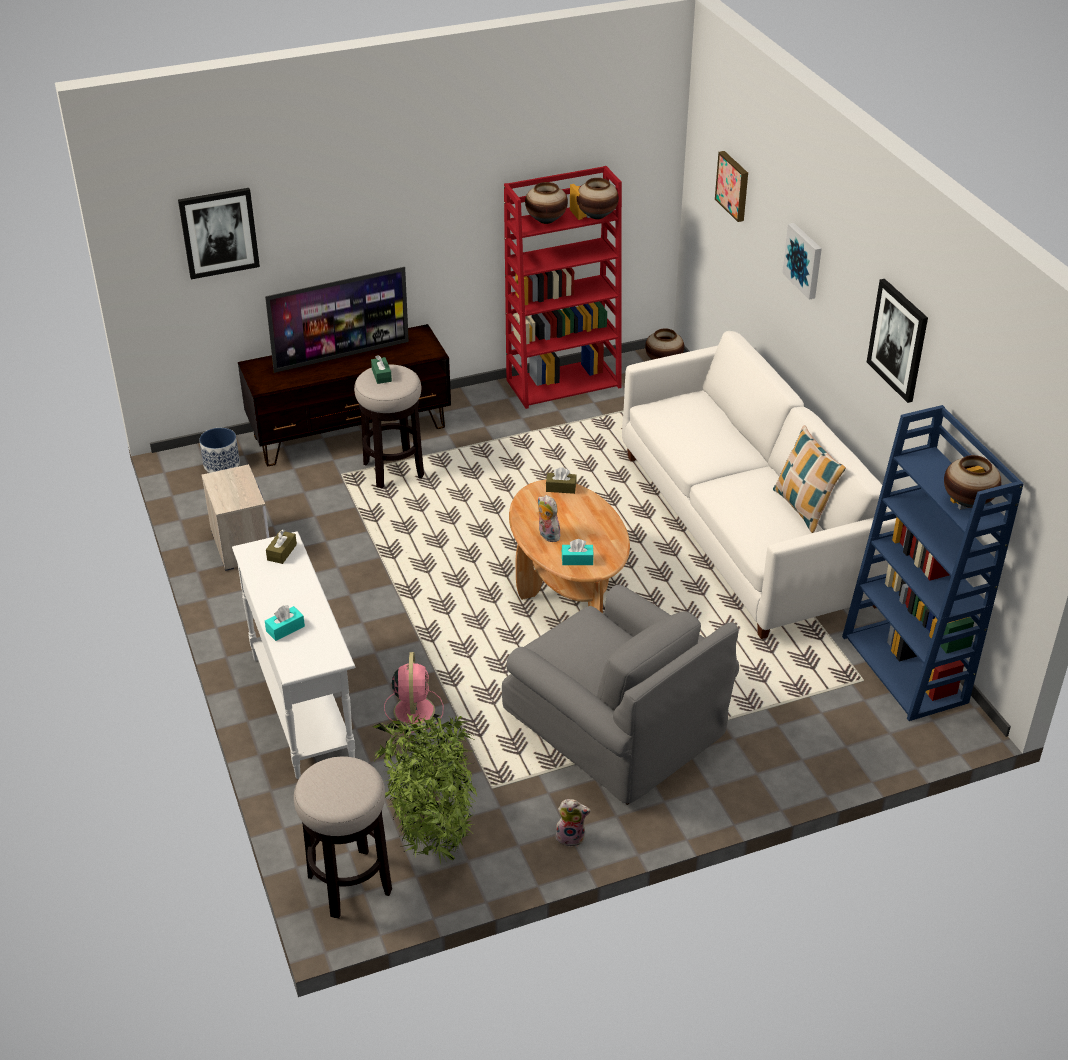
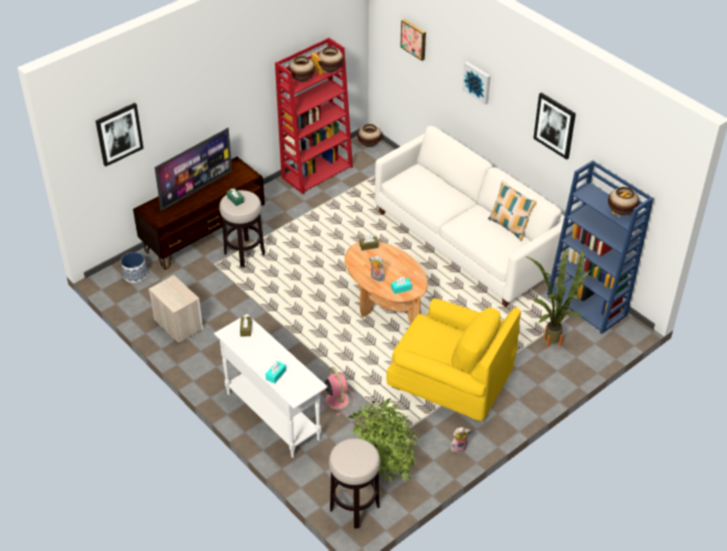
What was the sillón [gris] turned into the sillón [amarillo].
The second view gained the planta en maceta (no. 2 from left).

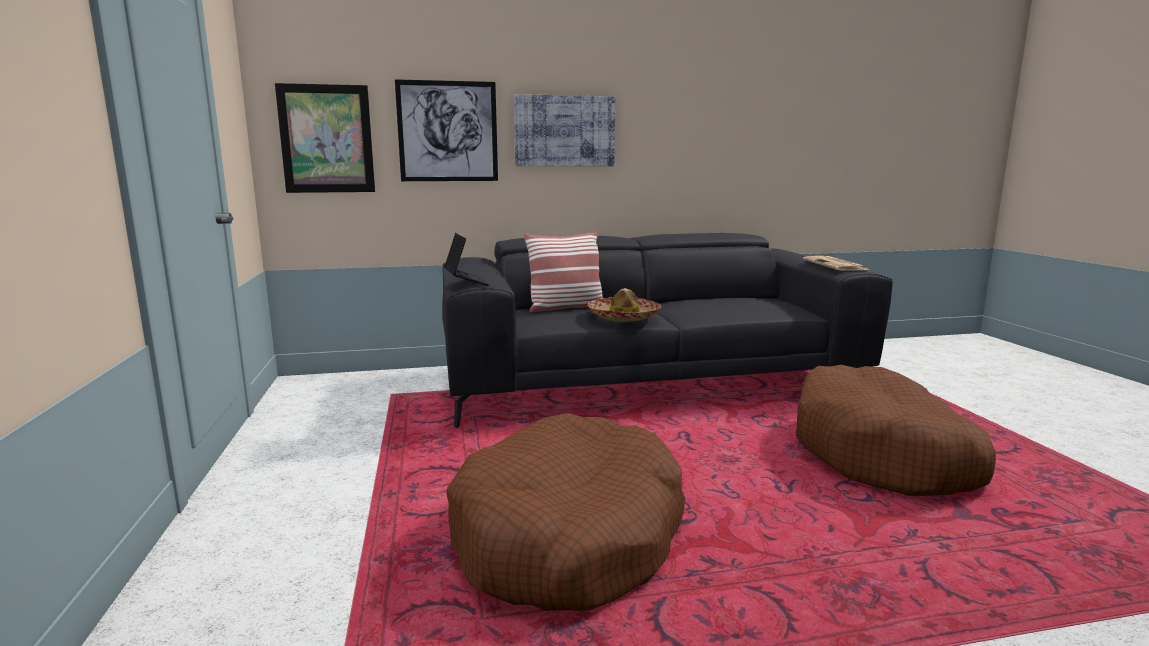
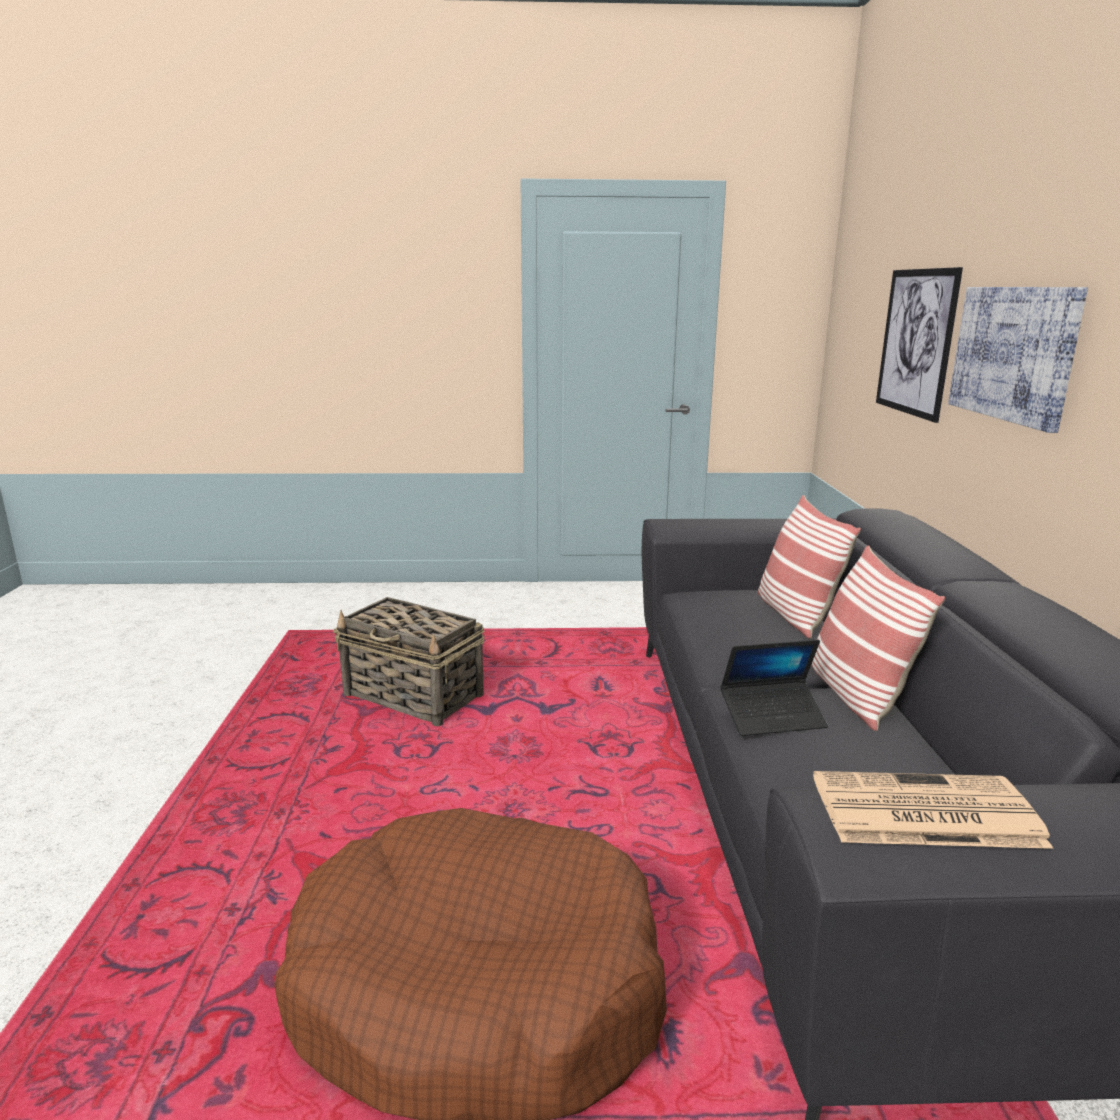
Where the cama para perro [marrón] (no. 1 from left) stood, the cesta came to stand.
The portátil ended up elsewhere.
The second view gained the cojín (no. 2 from left).
The second view lost the cuadro (no. 1 from left).
The second view lost the sombrero.

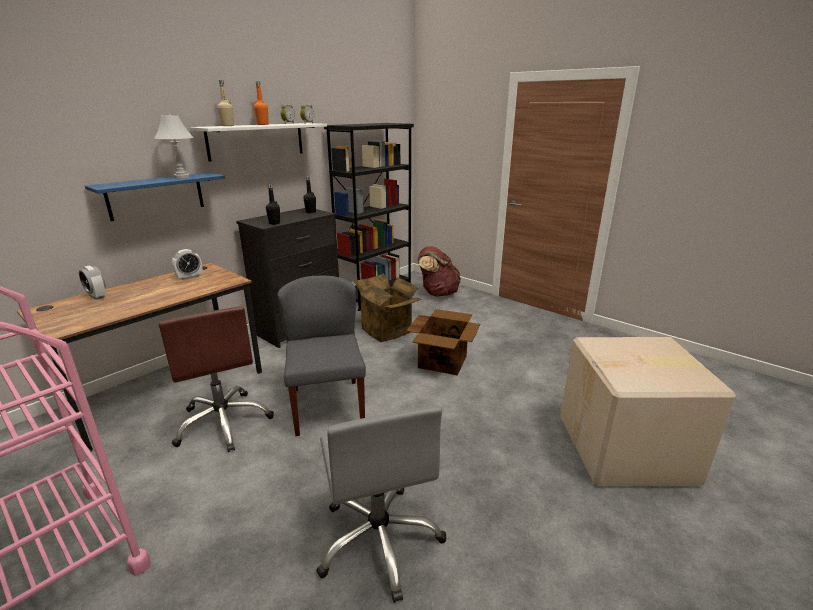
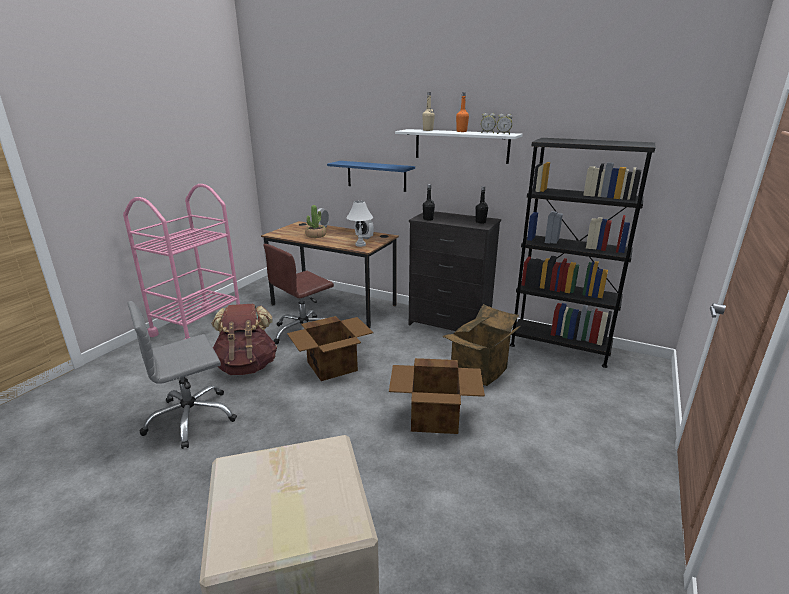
The mochila [marrón] ended up elsewhere.
Where the silla [gris] stood, the caja de cartón (no. 2 from left) came to stand.
The second view gained the planta en maceta.
The lámpara de mesa [blanco] ended up elsewhere.

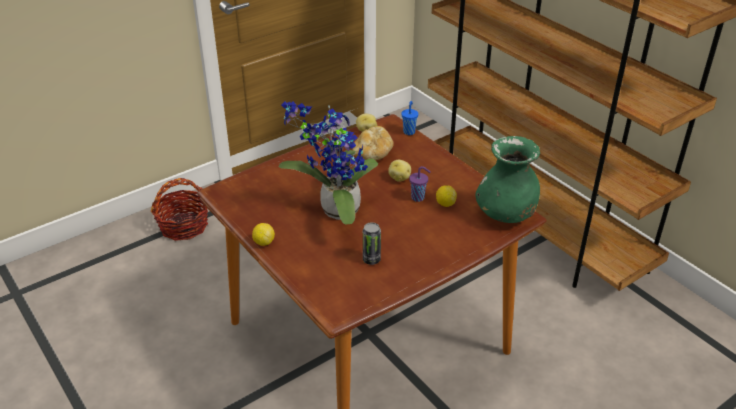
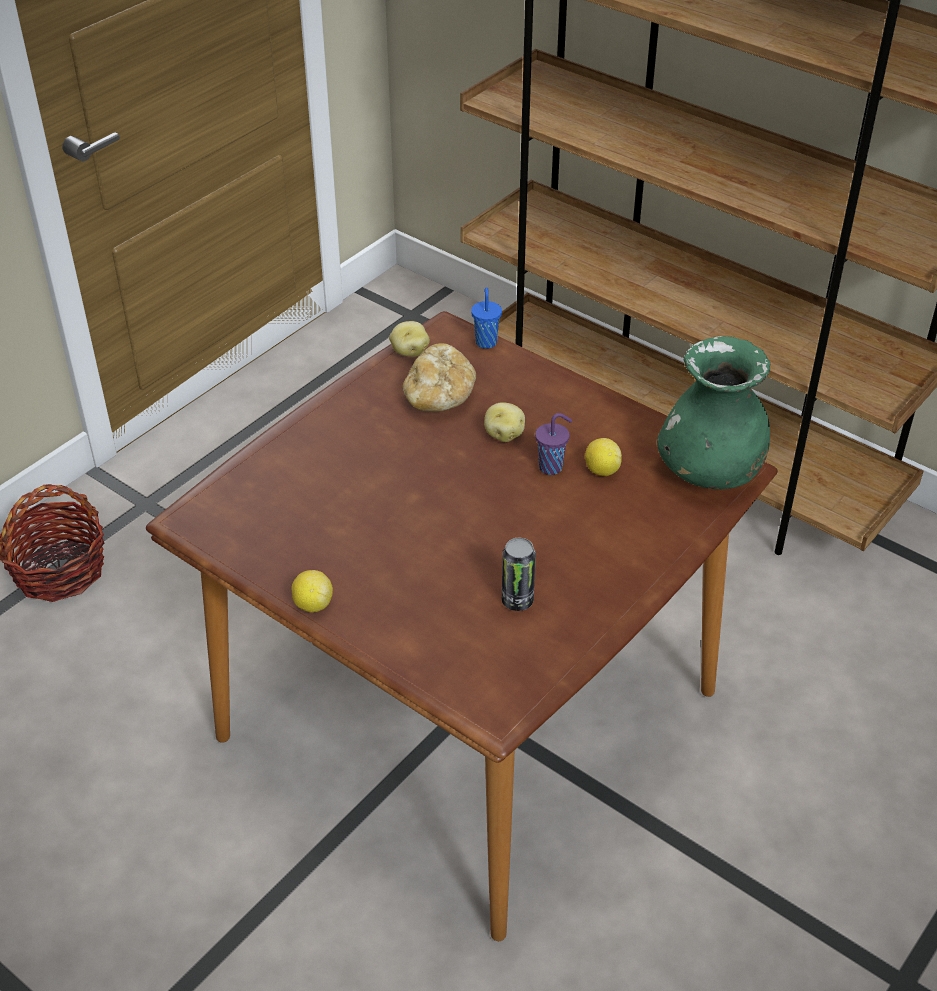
The second view lost the planta en maceta.

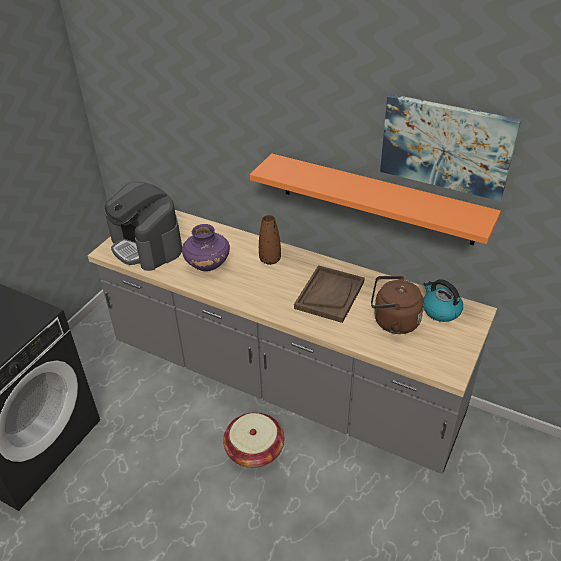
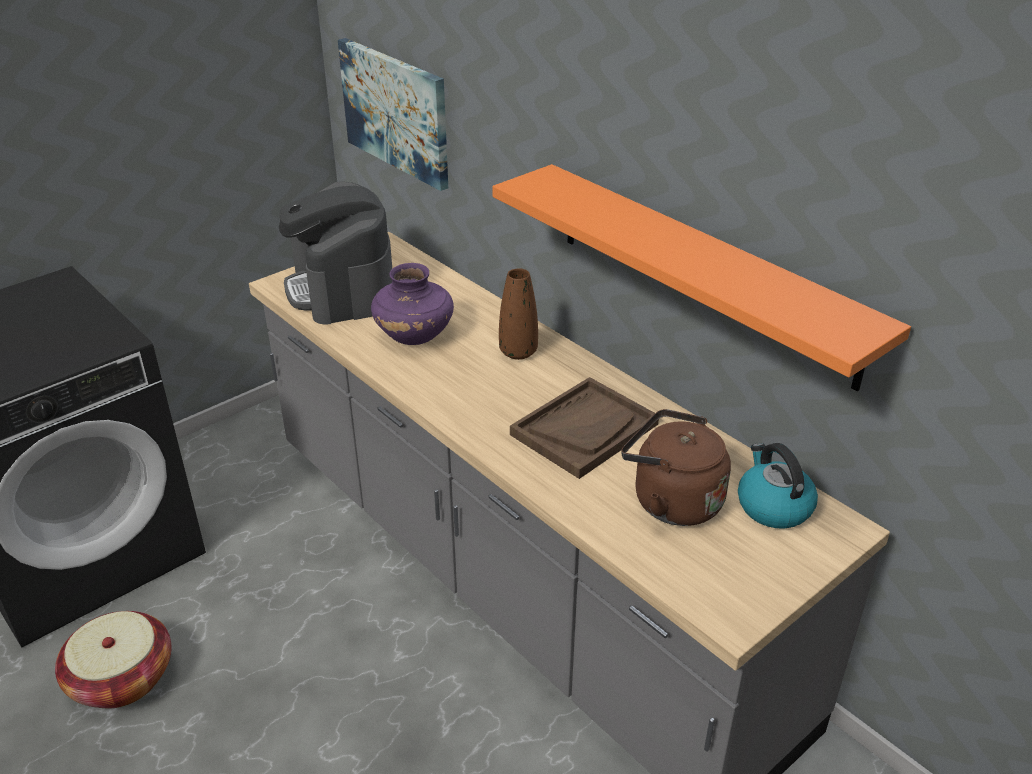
The cesta ended up elsewhere.
The cuadro ended up elsewhere.

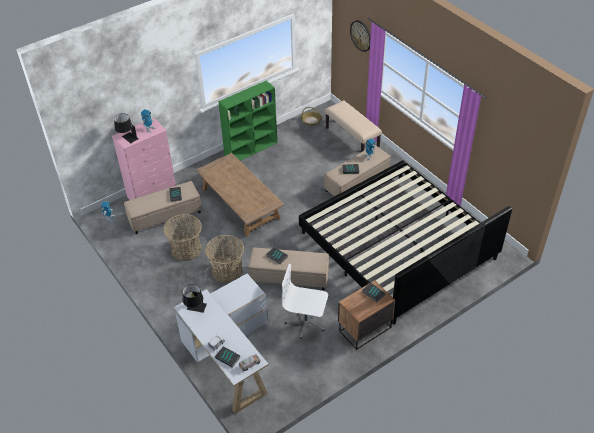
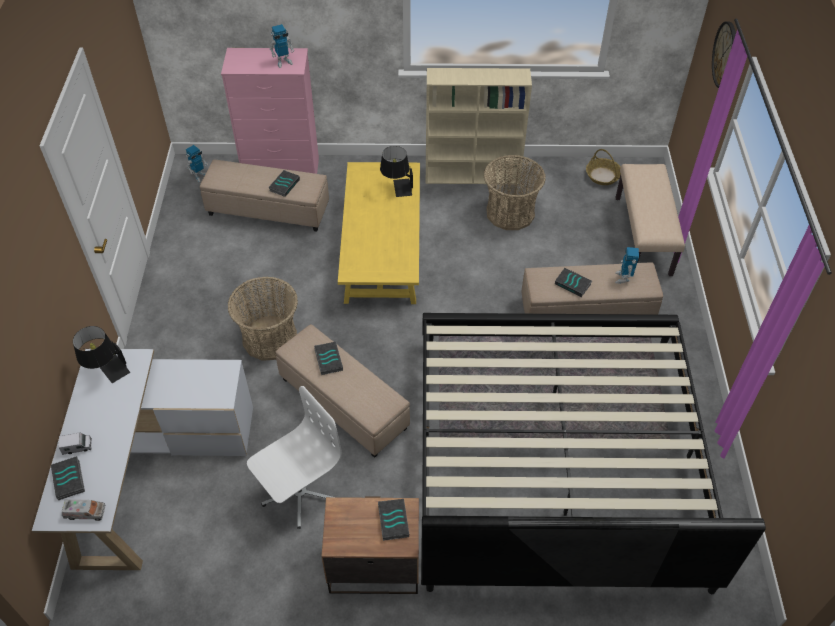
The silla de oficina [blanco] ended up facing another way, 90 degrees clockwise from before.
What was the mesa de centro [marrón] turned into the mesa de centro [amarillo].
The lámpara de mesa [negro] (no. 1 from left in the first image) ended up elsewhere.
What was the estantería [verde] turned into the estantería [beis].
The cesta (no. 1 from left in the first image) ended up elsewhere.

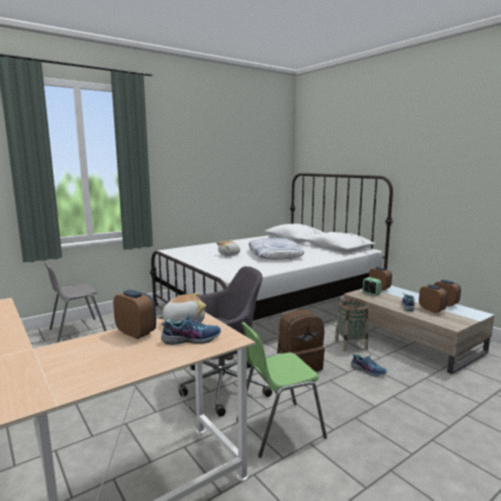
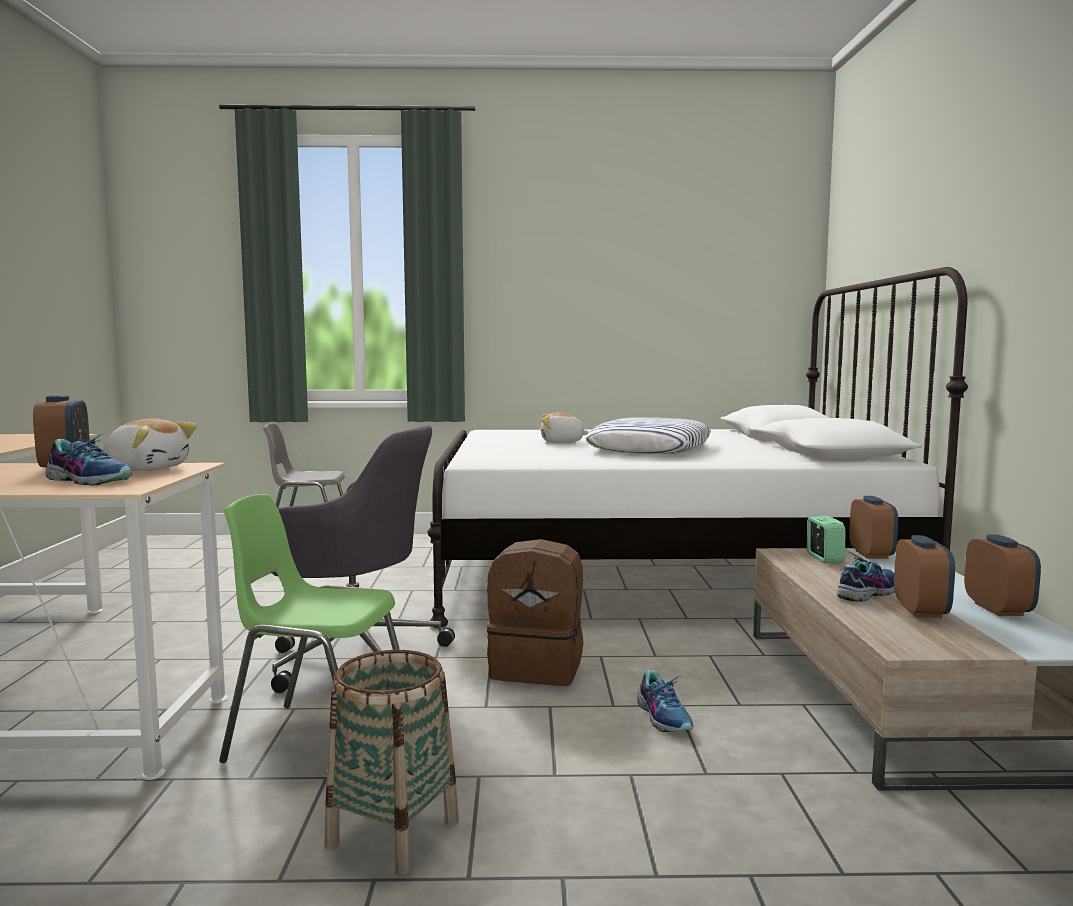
The cesta ended up elsewhere.

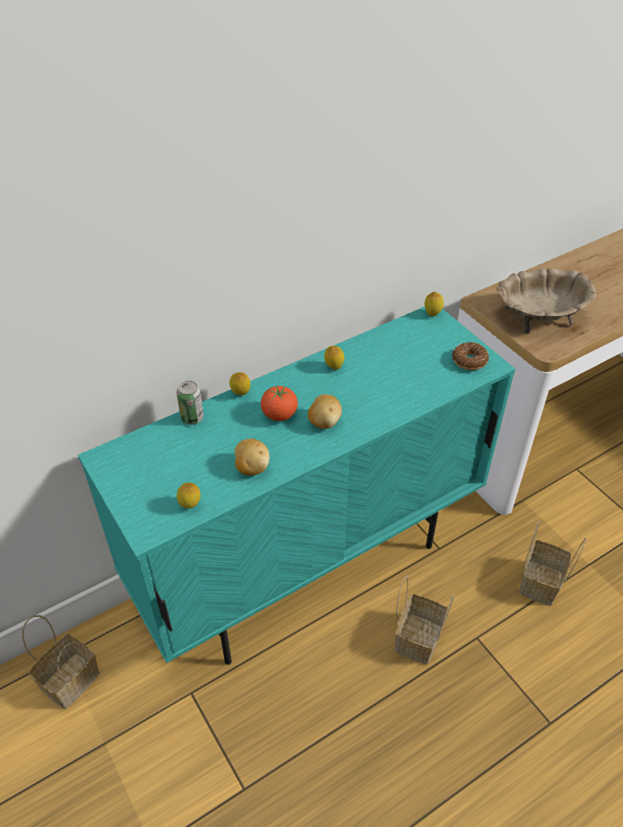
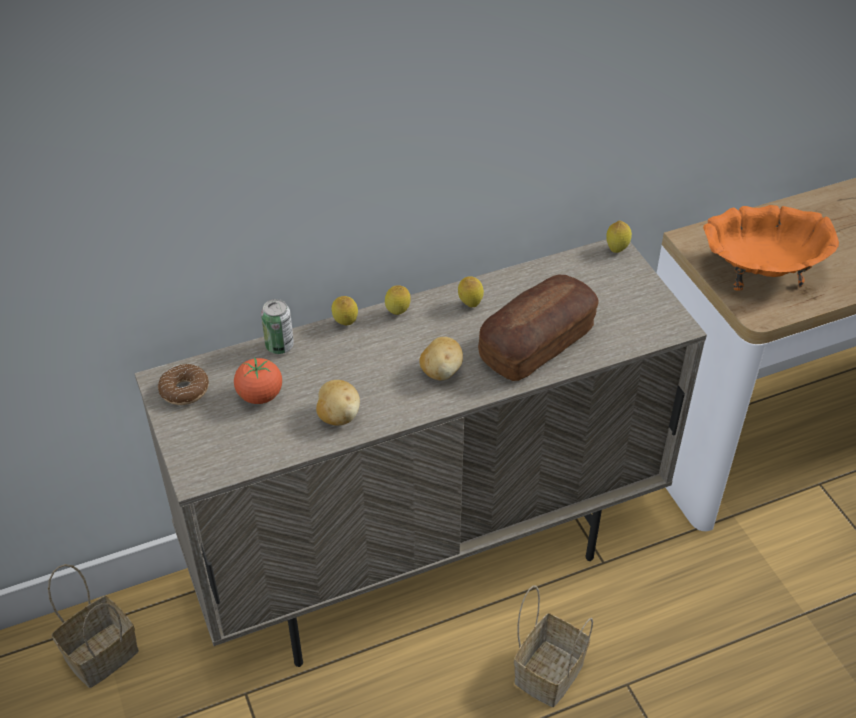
What was the armario [turquesa] turned into the armario [beis].
The rosquilla ended up elsewhere.
The tomate ended up elsewhere.
The limón (no. 1 from left in the first image) ended up elsewhere.
The second view gained the pan.
What was the cuenco [beis] turned into the cuenco [naranja].
The second view lost the cesta (no. 3 from left).

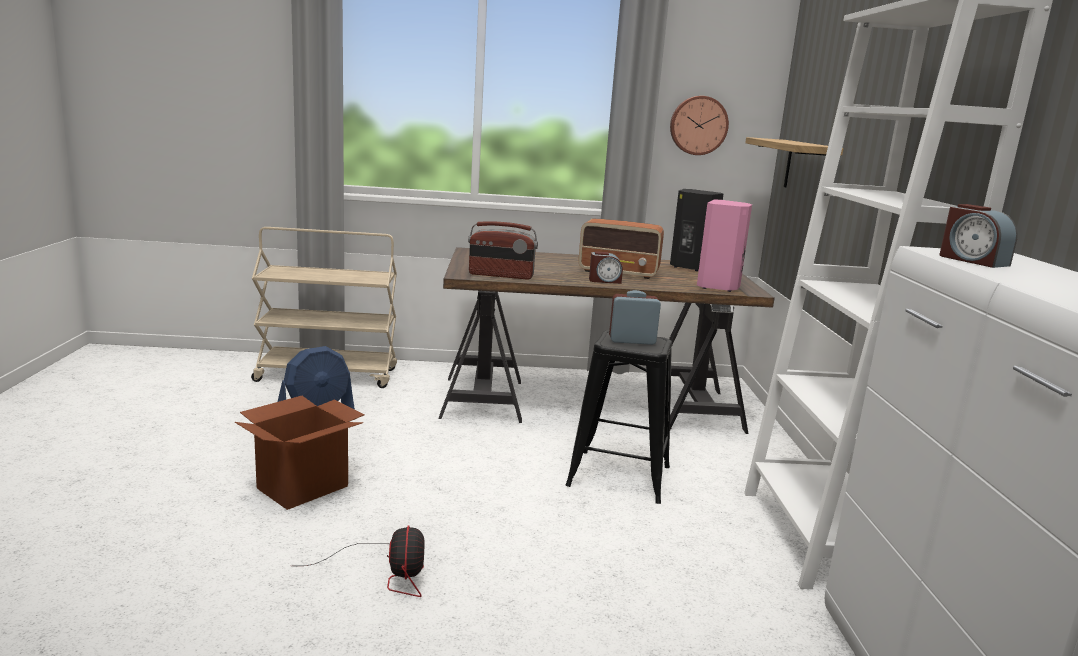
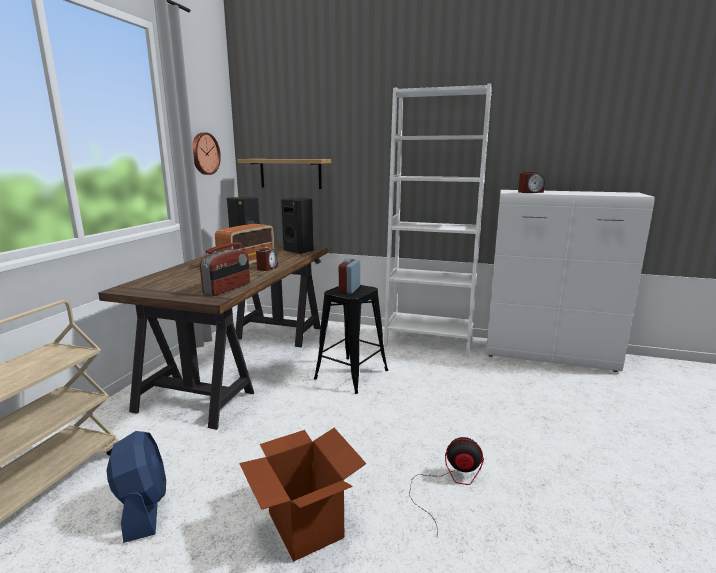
What was the altavoz [rosa] turned into the altavoz [negro] (no. 2 from left).

